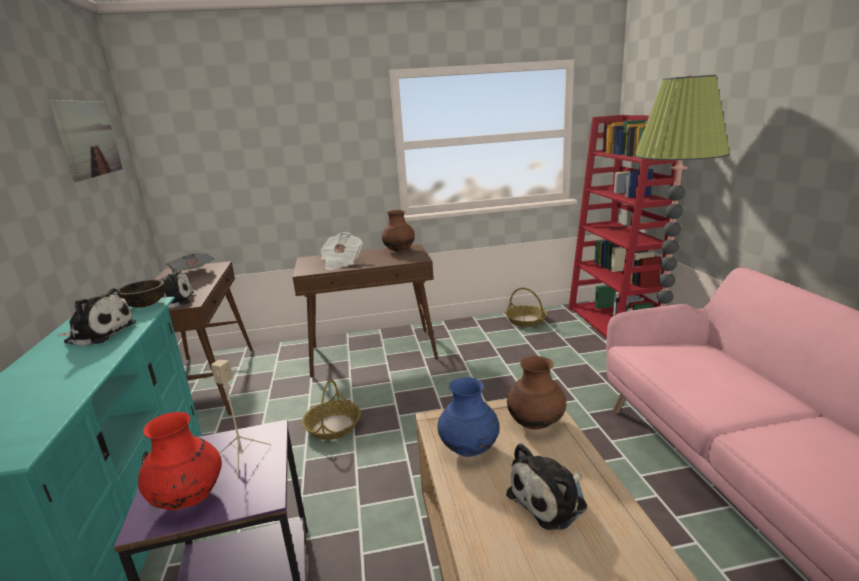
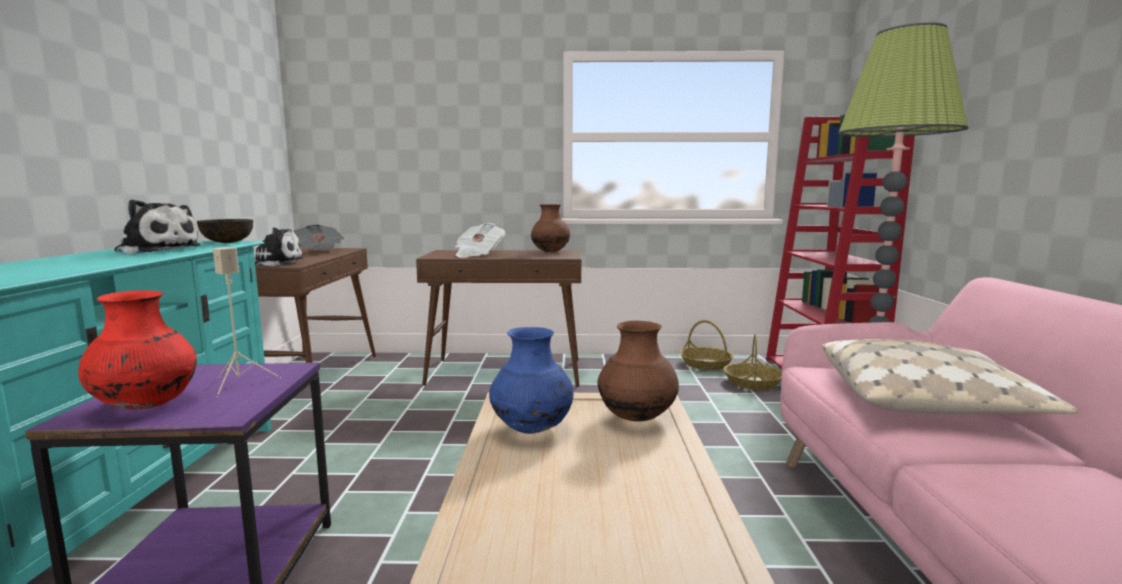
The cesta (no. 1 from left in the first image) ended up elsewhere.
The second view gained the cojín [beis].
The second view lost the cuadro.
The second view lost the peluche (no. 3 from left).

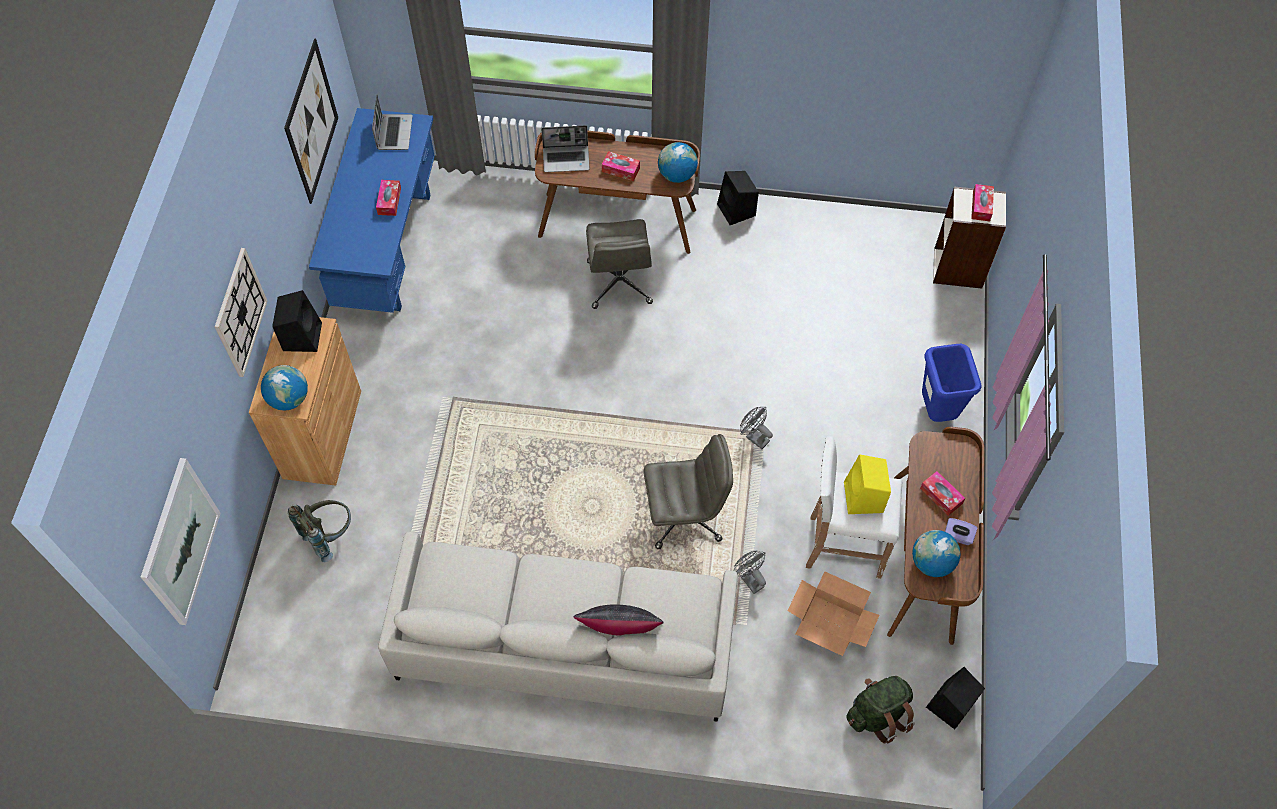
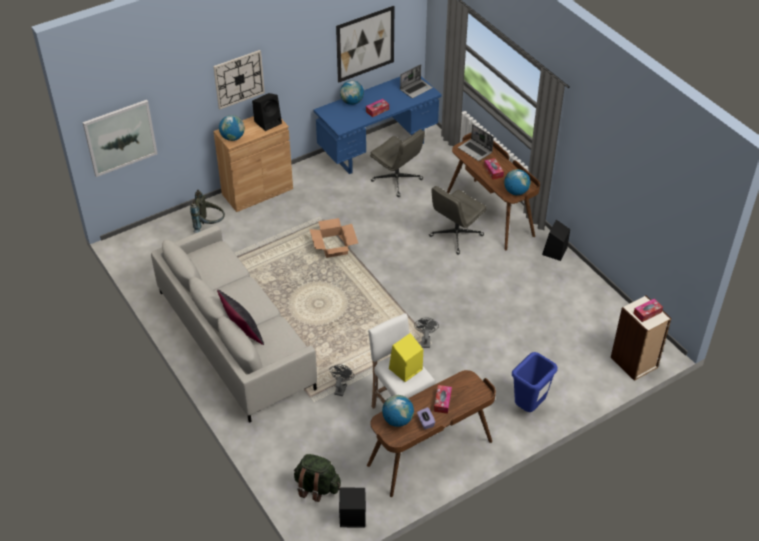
The caja de cartón ended up elsewhere.
The second view gained the globo terráqueo (no. 2 from left).
The silla de oficina [gris] (no. 2 from left in the first image) ended up elsewhere.

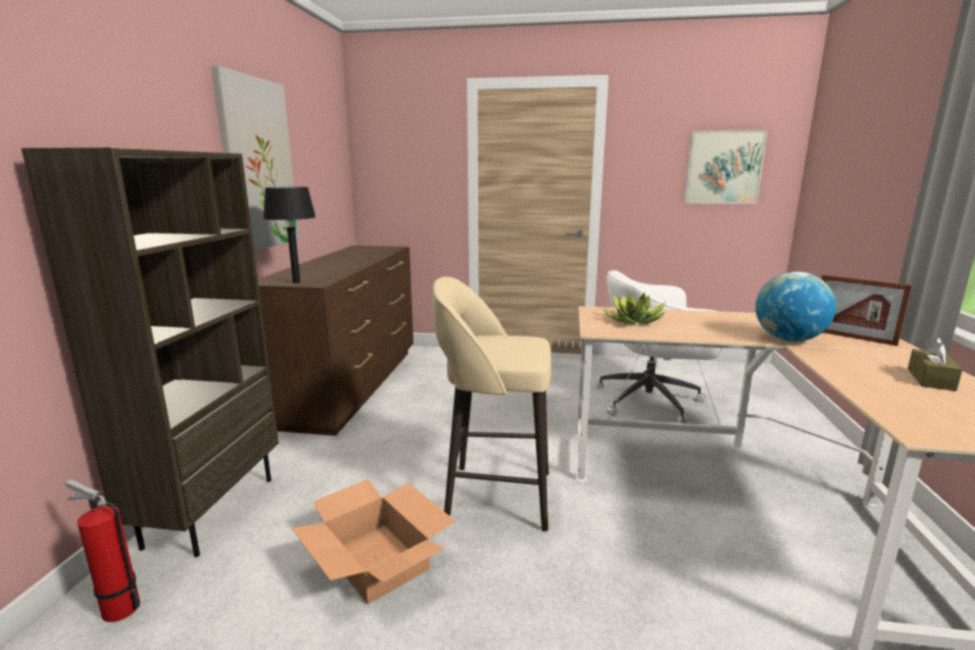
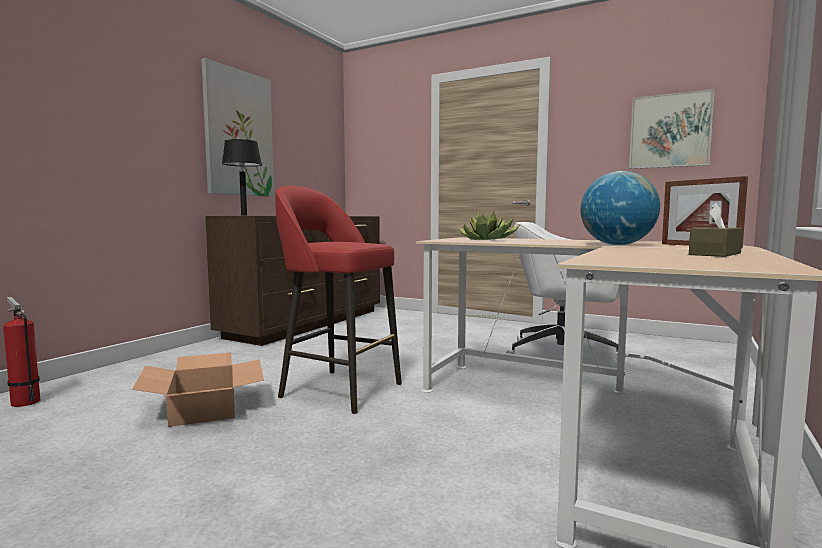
What was the taburete [beis] turned into the taburete [rojo].
The second view lost the estantería [marrón].

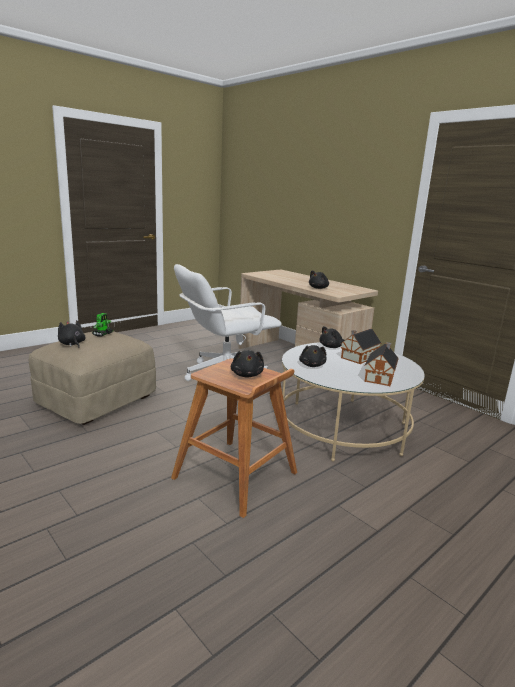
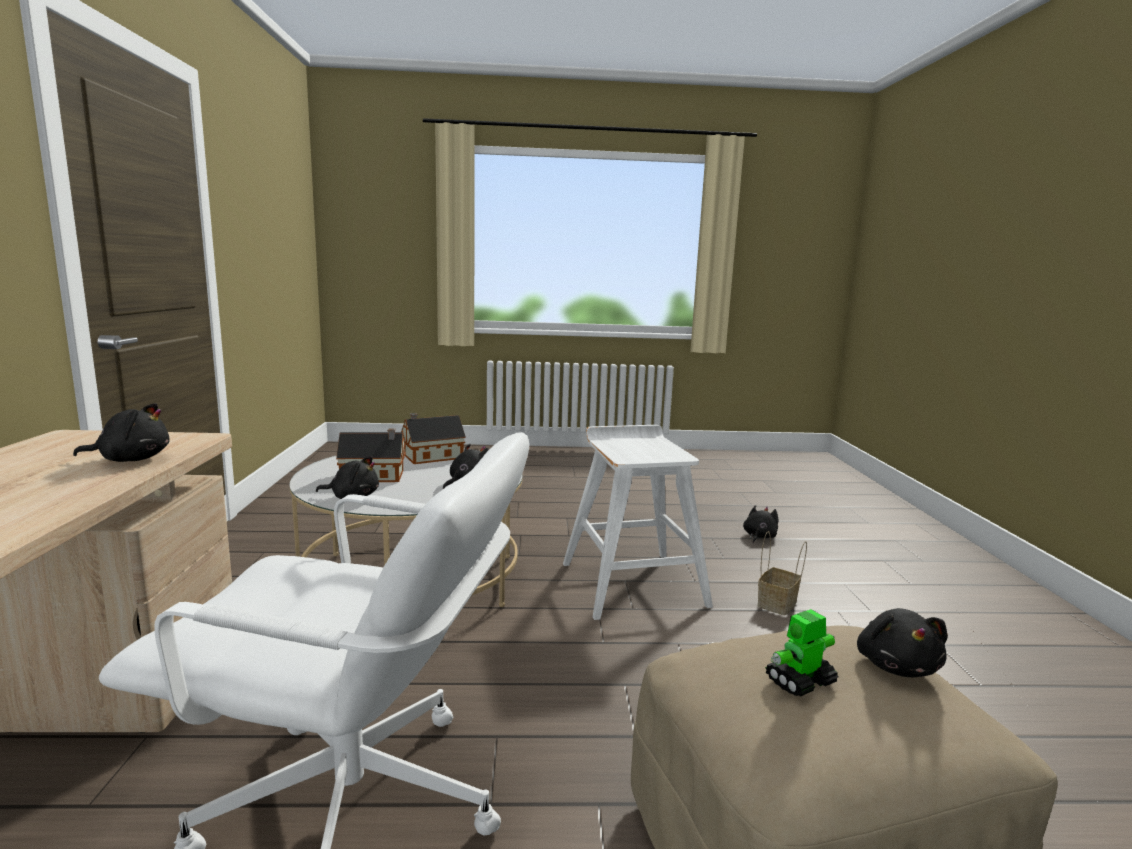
What was the taburete [marrón] turned into the taburete [blanco].
The peluche [negro] (no. 2 from left in the first image) ended up elsewhere.
The second view gained the cesta.

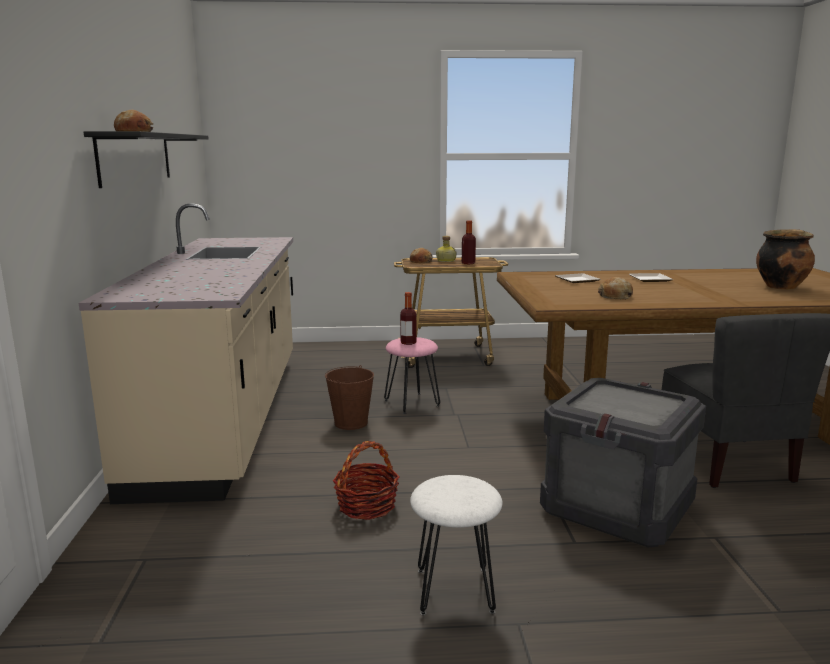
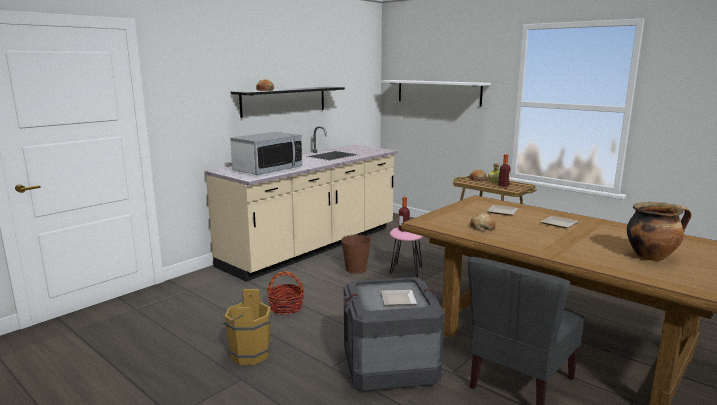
Where the taburete [blanco] stood, the cubo [marrón] (no. 1 from left) came to stand.
The second view gained the microondas.
The second view gained the estante [blanco].
The second view gained the plato (no. 1 from left).

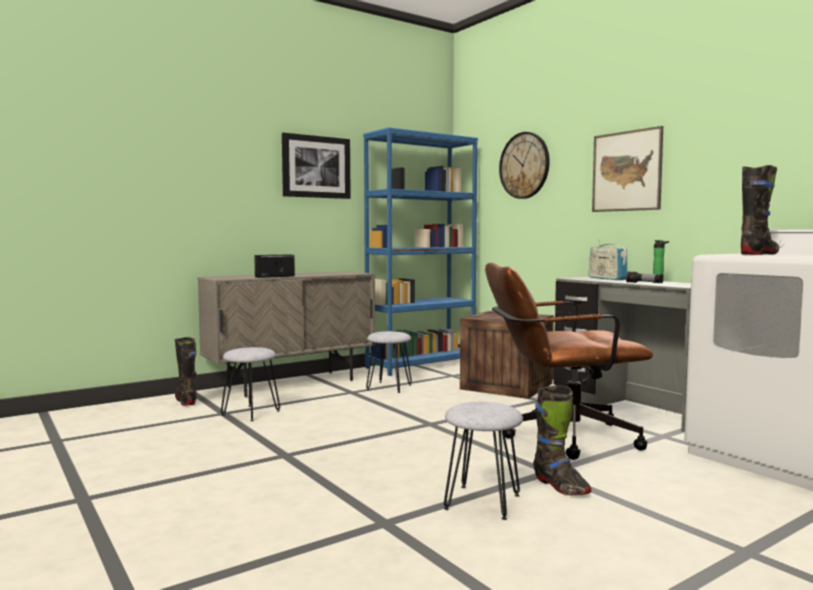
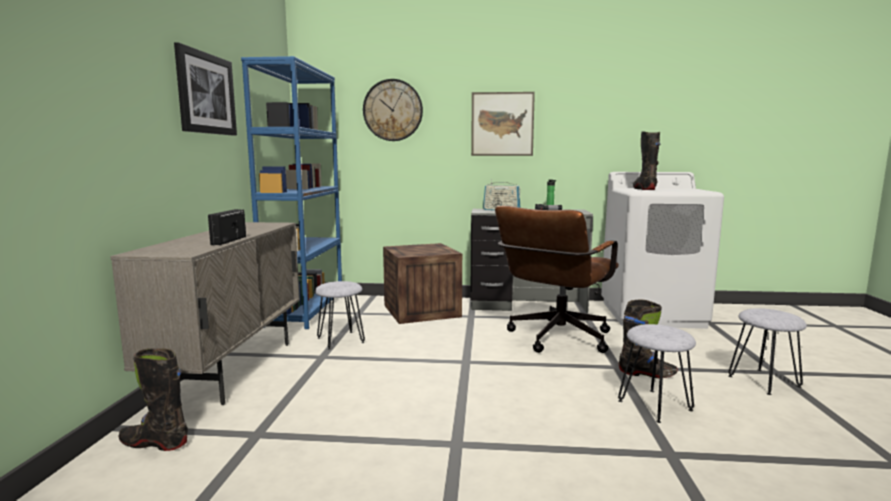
The taburete [gris] (no. 1 from left in the first image) ended up elsewhere.

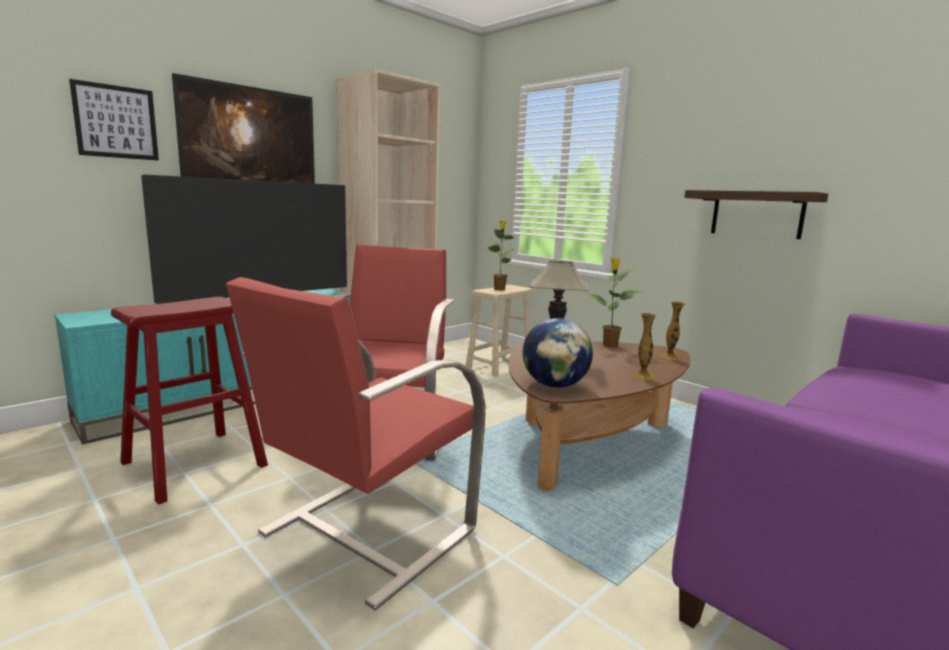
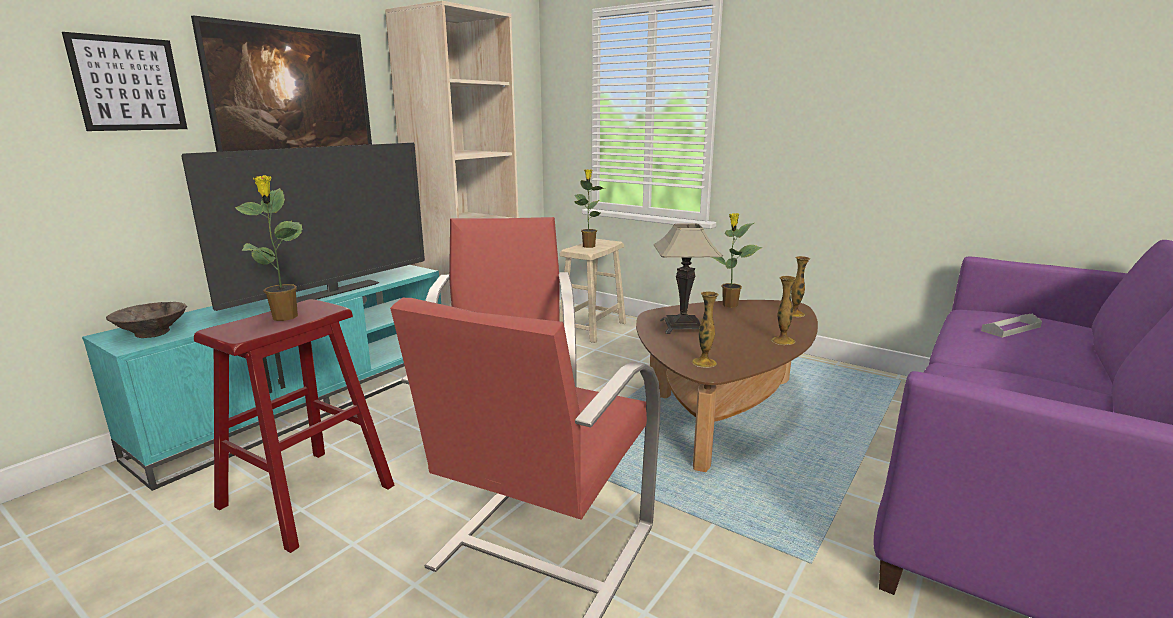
The second view gained the cuenco [marrón].
The second view gained the planta en maceta (no. 1 from left).
Where the globo terráqueo stood, the florero (no. 1 from left) came to stand.
The second view gained the bandeja [gris].
The second view lost the estante.

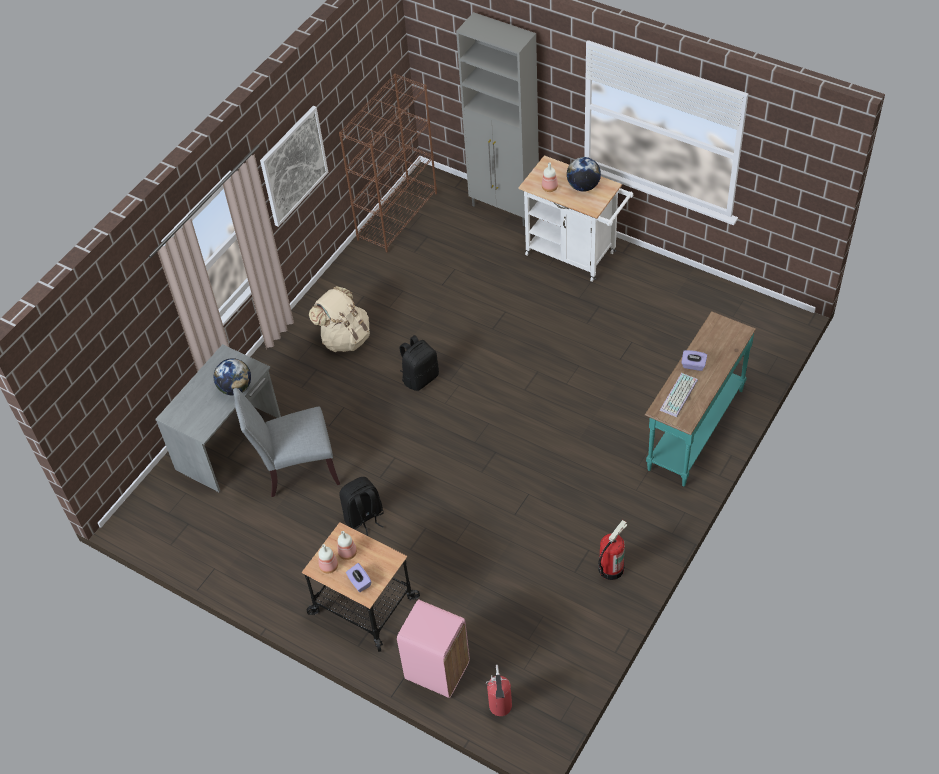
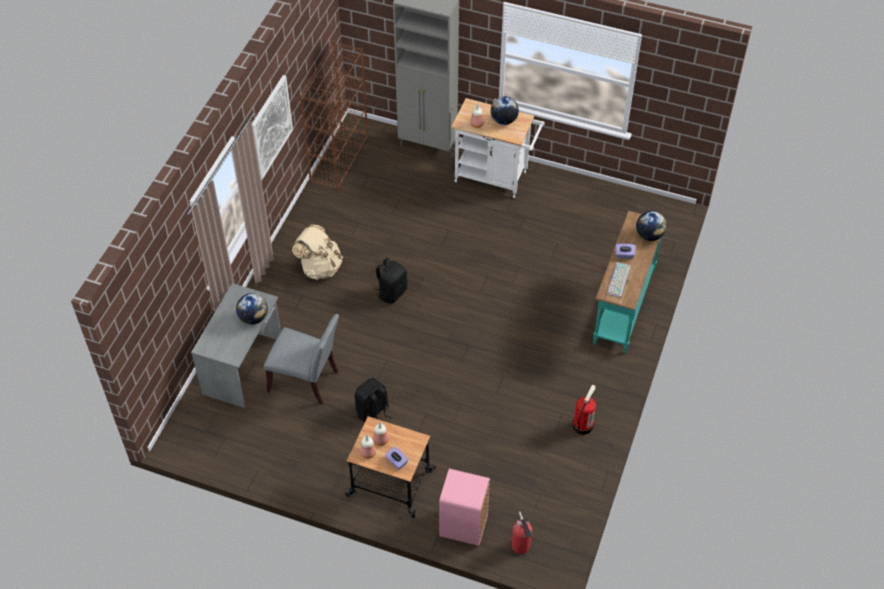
The silla [gris] ended up facing another way, 135 degrees counterclockwise from before.
The second view gained the globo terráqueo (no. 3 from left).

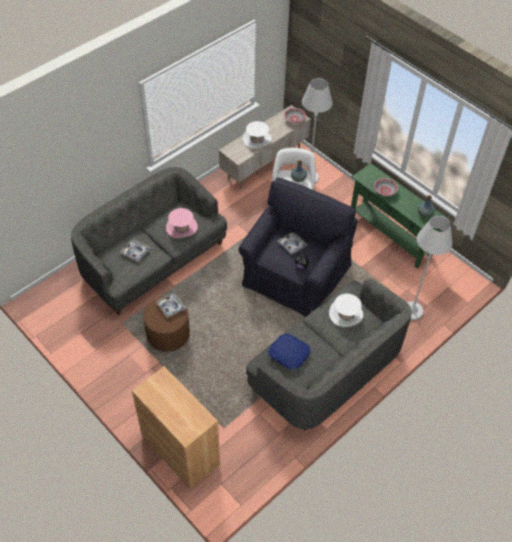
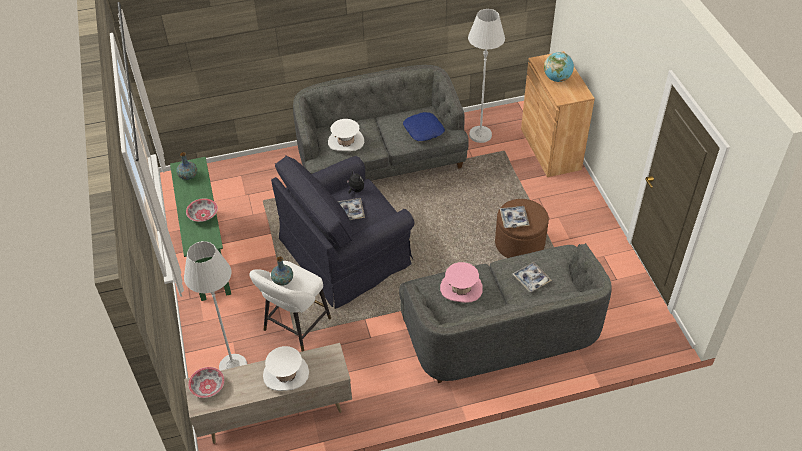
The lámpara de pie [blanco] (no. 2 from left) ended up elsewhere.
The second view gained the globo terráqueo.

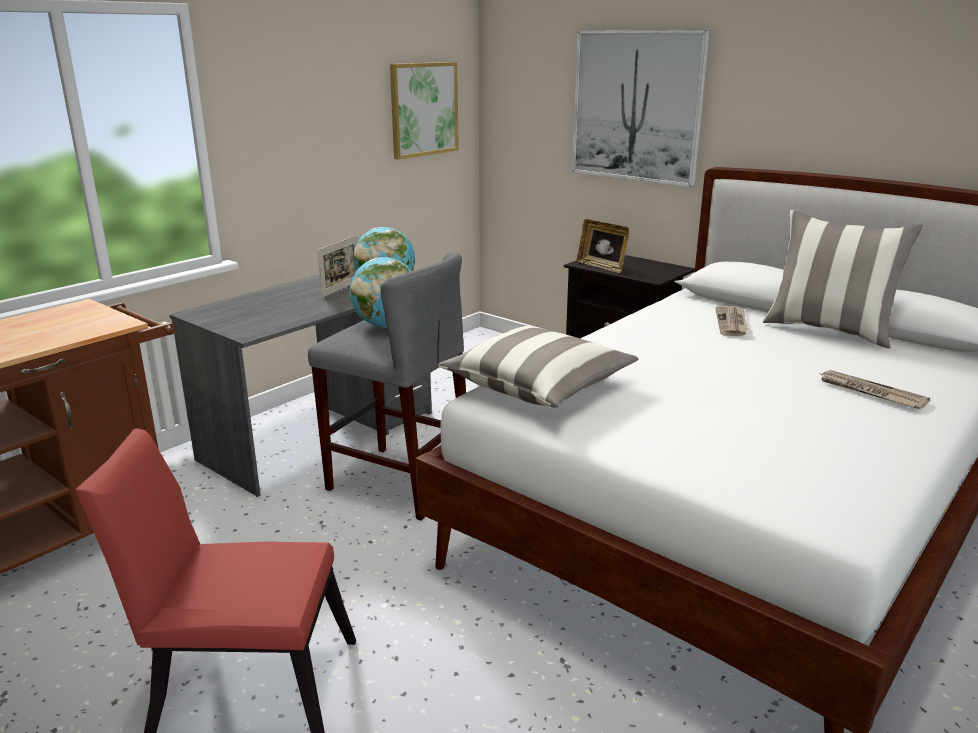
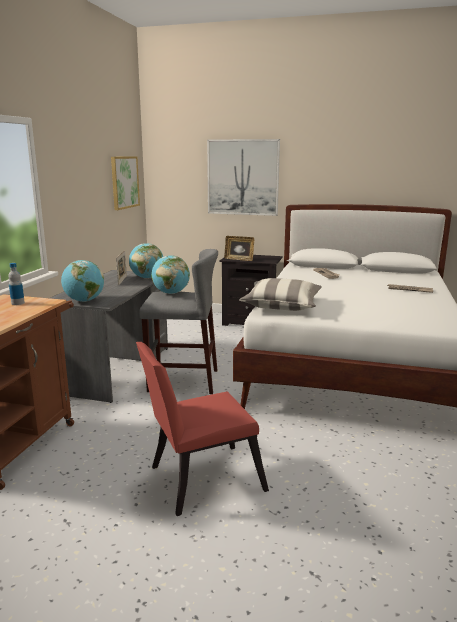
The second view gained the botella.
The second view gained the globo terráqueo (no. 1 from left).
The second view lost the cojín (no. 2 from left).

